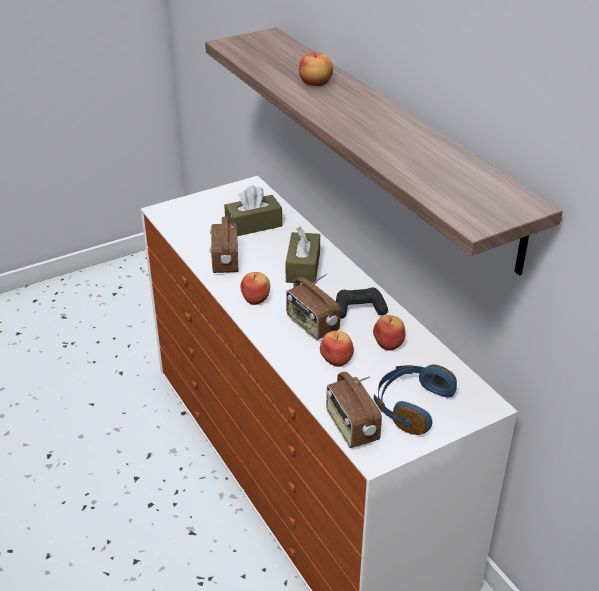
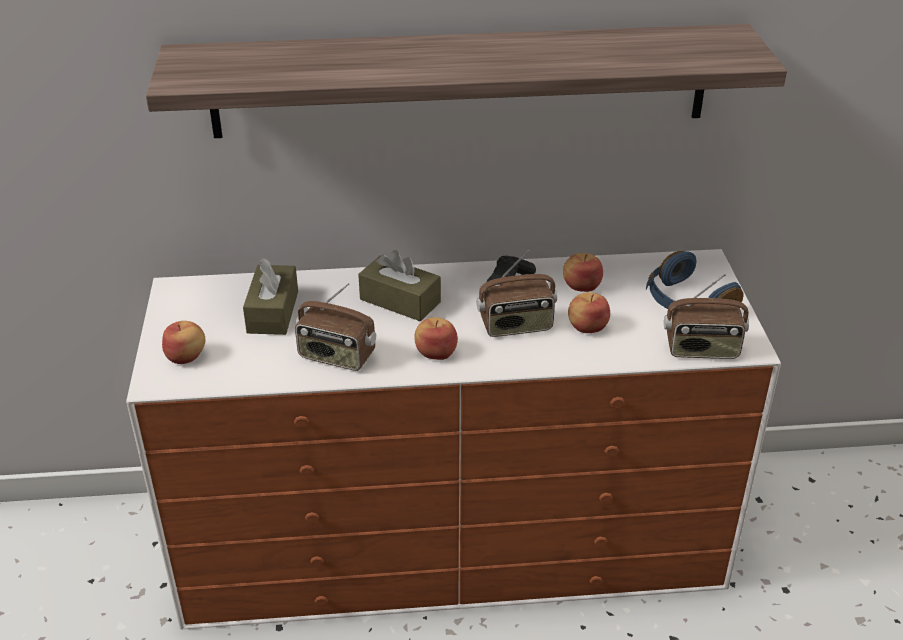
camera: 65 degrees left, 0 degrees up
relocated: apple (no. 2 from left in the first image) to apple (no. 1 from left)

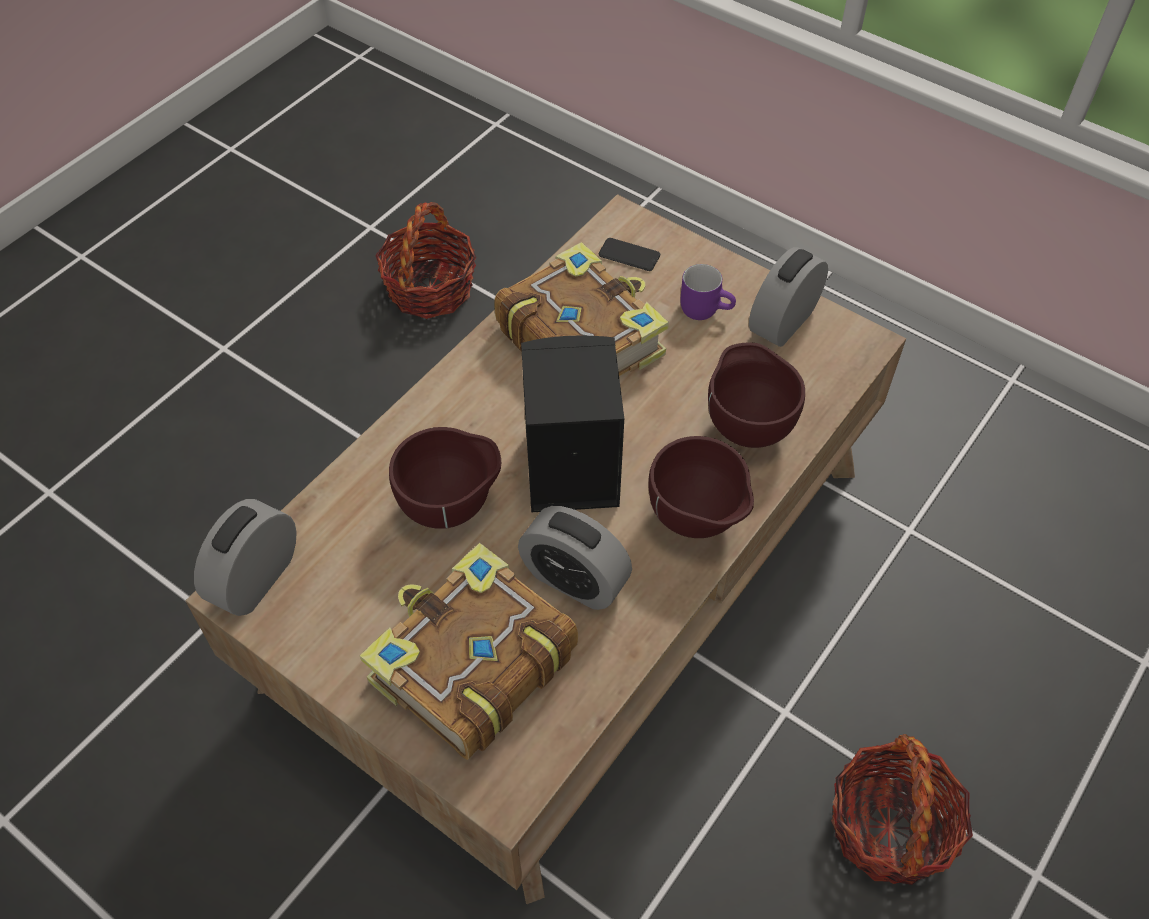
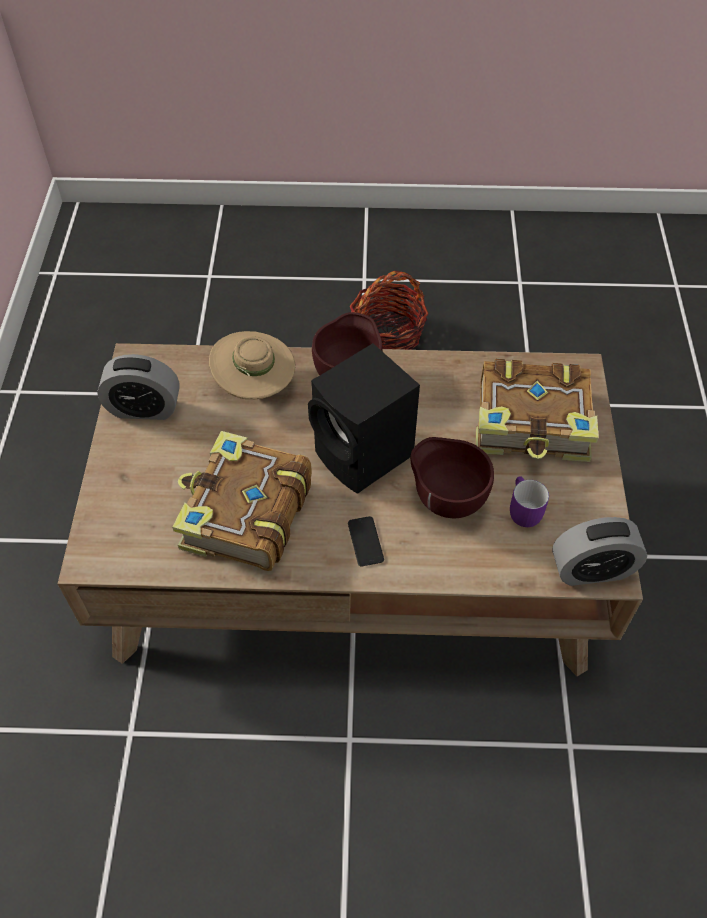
camera: 125 degrees left, 0 degrees up
missing: storage basket (no. 1 from left); table clock (no. 2 from left)
relocated: handset; purplish coffee mug
exchanged: brownish serving bowl (no. 3 from left) to beige wearable hat

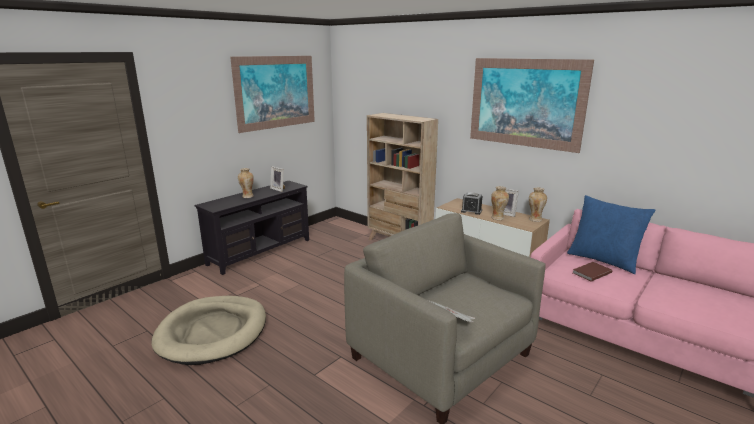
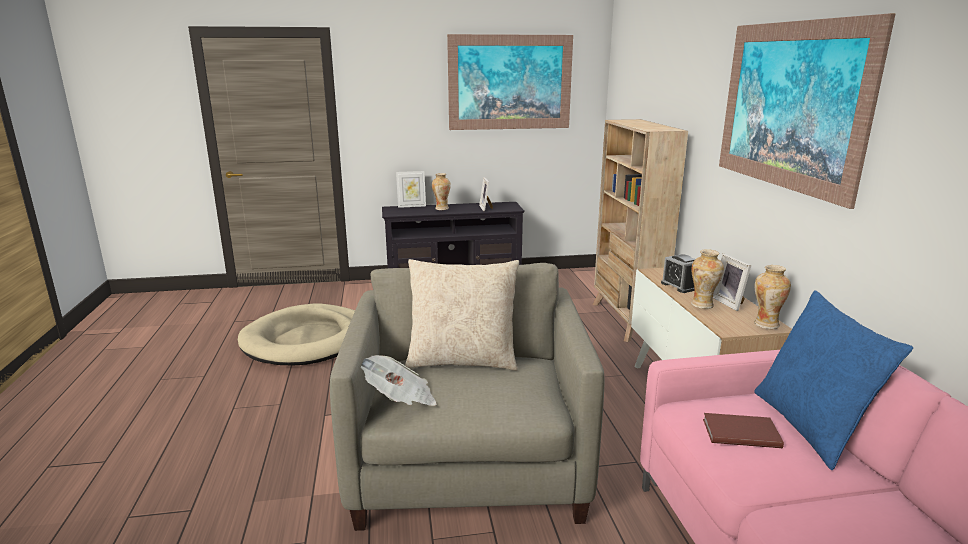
camera: 40 degrees right, 0 degrees up
appeared: standing frame (no. 1 from left); beige pillow

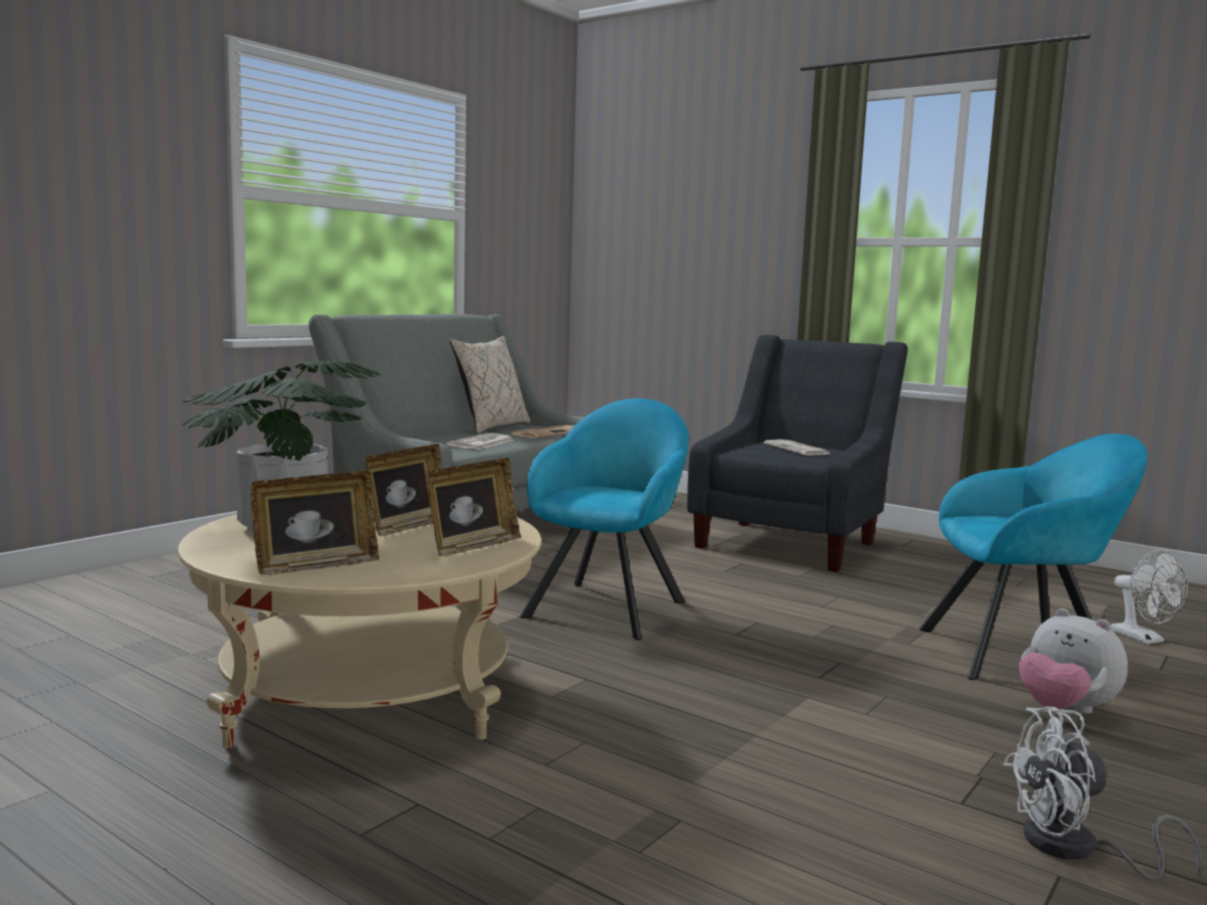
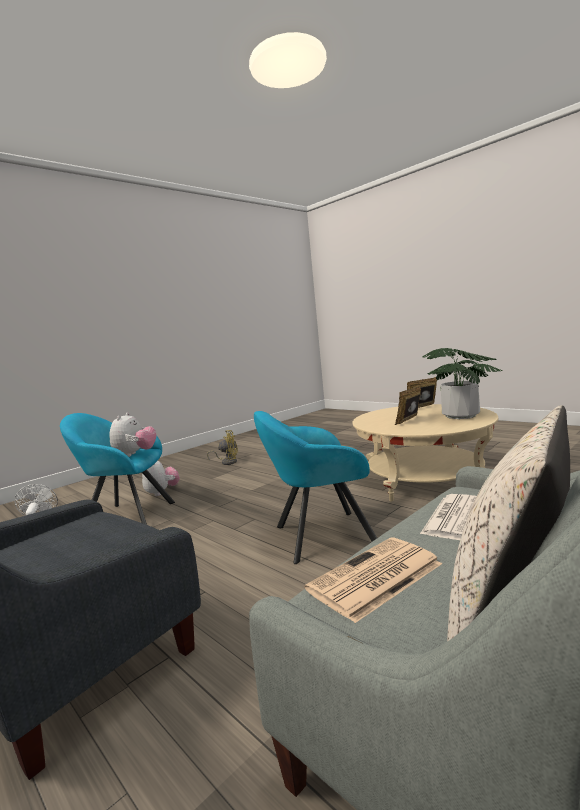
camera: 170 degrees left, 0 degrees up
missing: standing frame (no. 3 from left); newspaper (no. 3 from left)
appeared: plush toy (no. 1 from left)
colour: white-coloured cooling fan (no. 1 from left) to yellow-coloured cooling fan
spun: blue-green armchair (no. 1 from left in the first image) 45 degrees clockwise

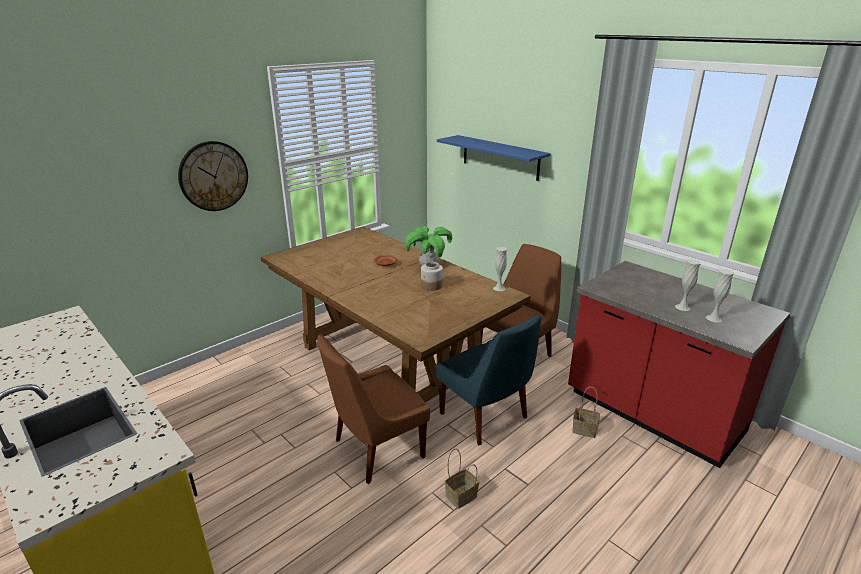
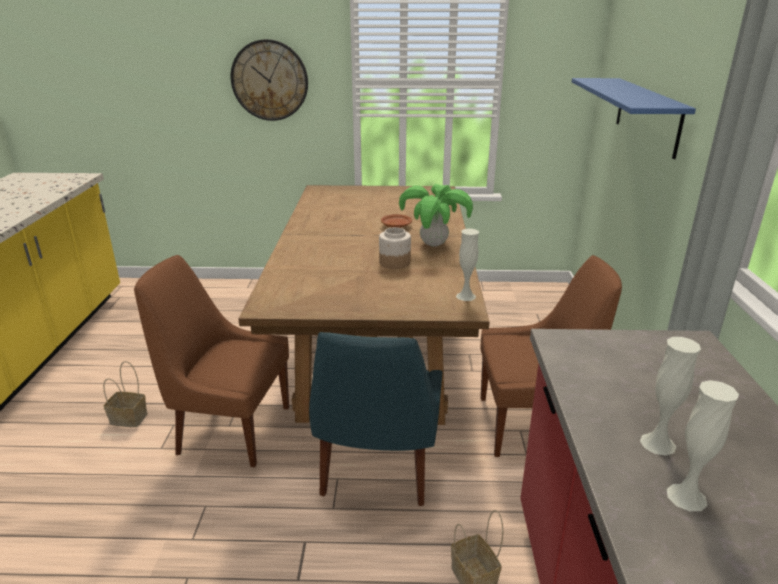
camera: 45 degrees right, 0 degrees up
relocated: storage basket (no. 1 from left)

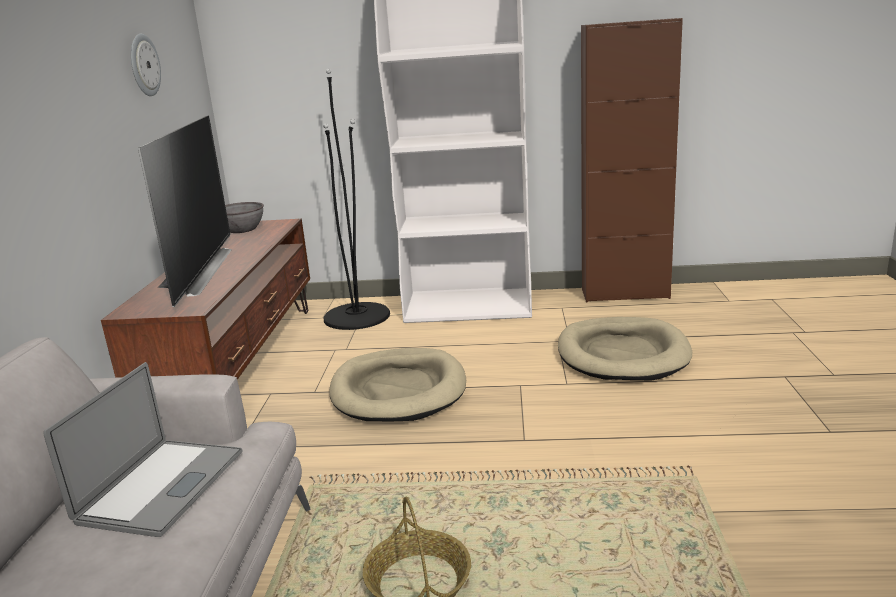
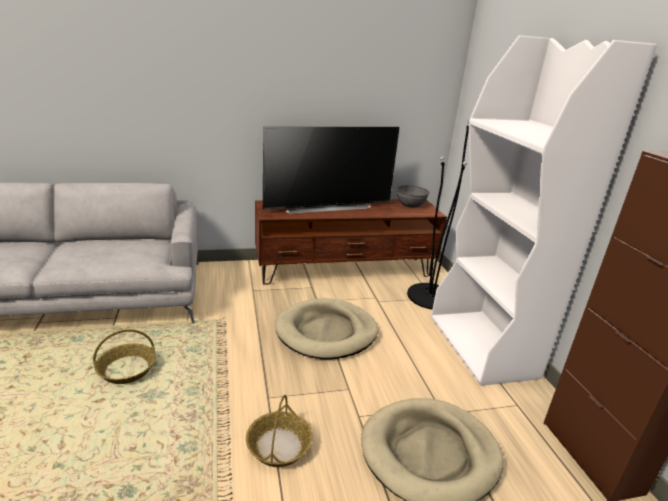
camera: 70 degrees right, 5 degrees up
missing: portable computer; hanging clock
appeared: storage basket (no. 2 from left)

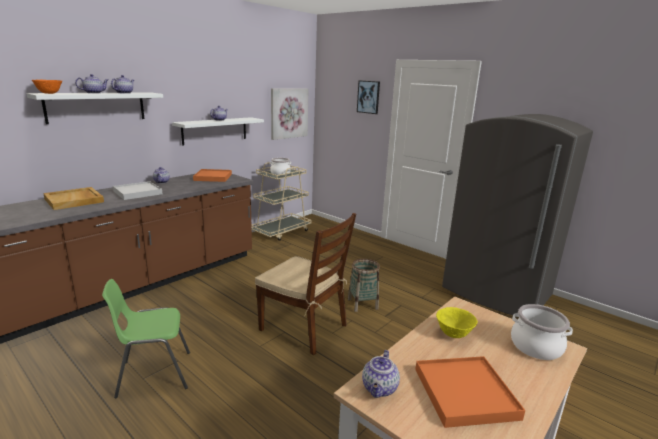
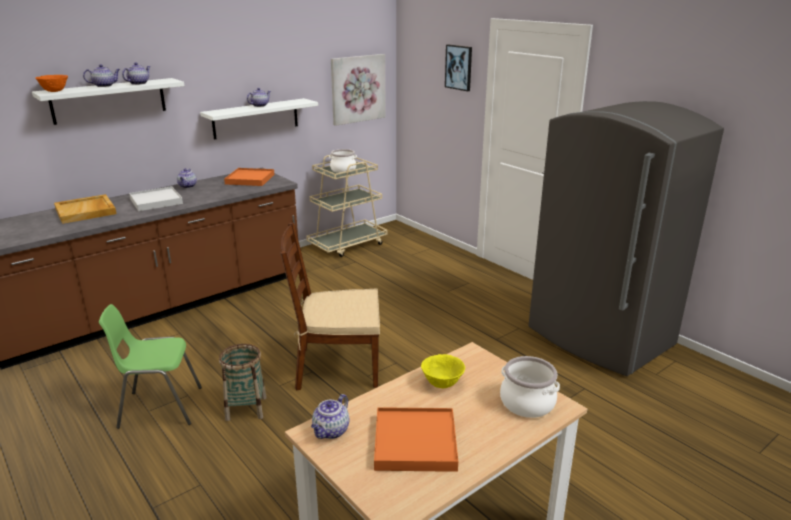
camera: 10 degrees right, 5 degrees up
relocated: storage basket
spun: brownish chair 135 degrees clockwise

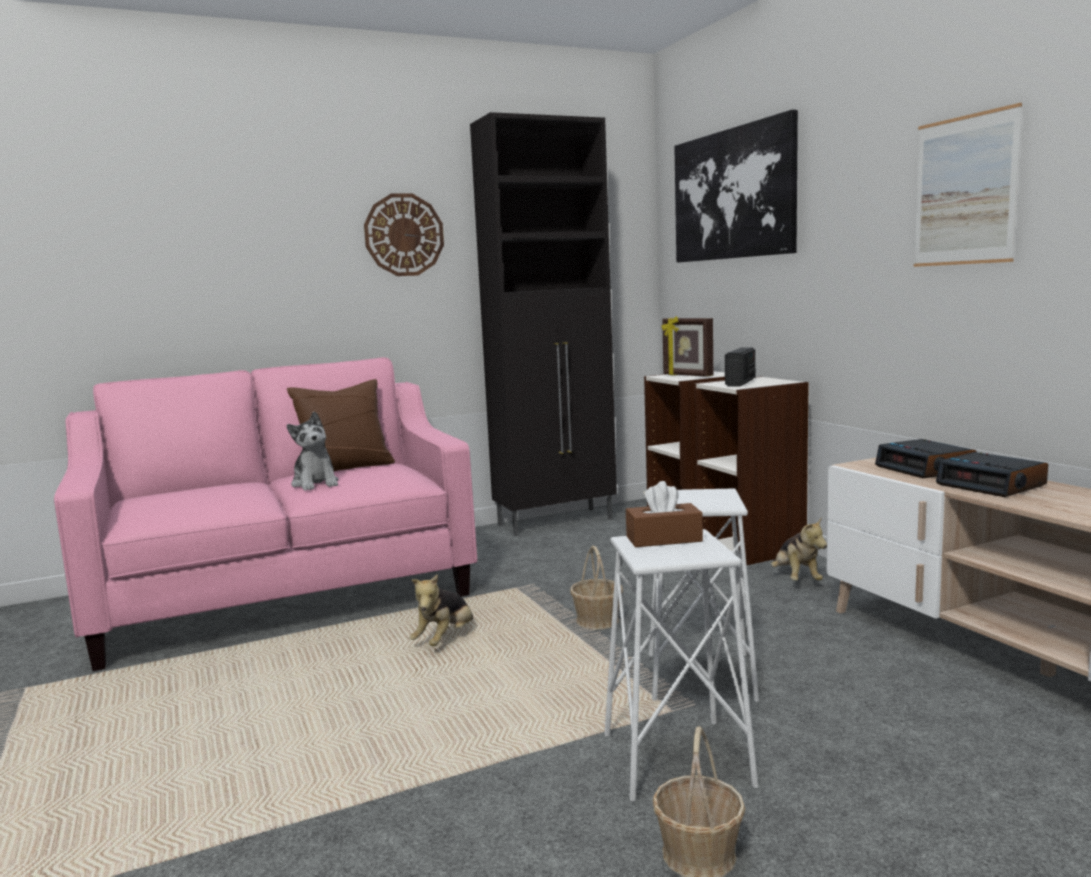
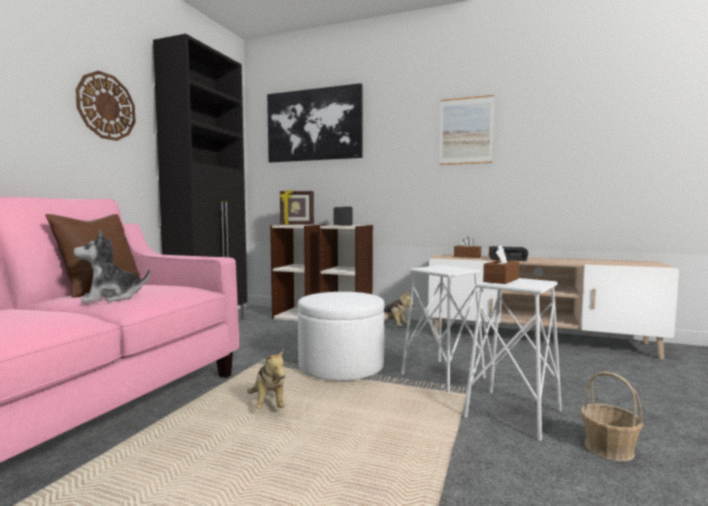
camera: 45 degrees left, 5 degrees down
exchanged: storage basket (no. 1 from left) to white-coloured footrest; table clock (no. 1 from left) to brownish tissue holder (no. 1 from left)
spun: plush toy (no. 1 from left) 135 degrees clockwise

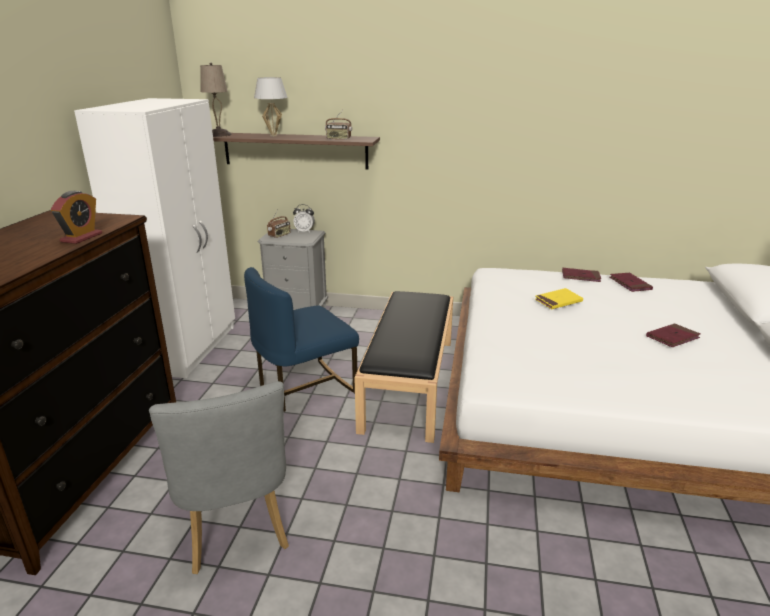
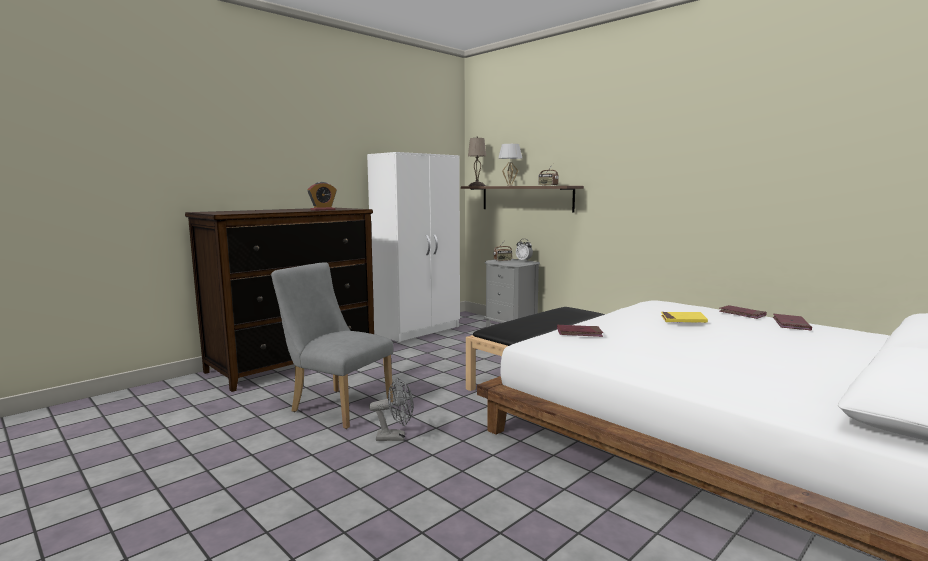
camera: 35 degrees right, 15 degrees down
missing: bluish chair
appeared: grey cooling fan
relocated: reddish bound book (no. 3 from left in the first image) to reddish bound book (no. 1 from left)
spun: grey chair 105 degrees clockwise

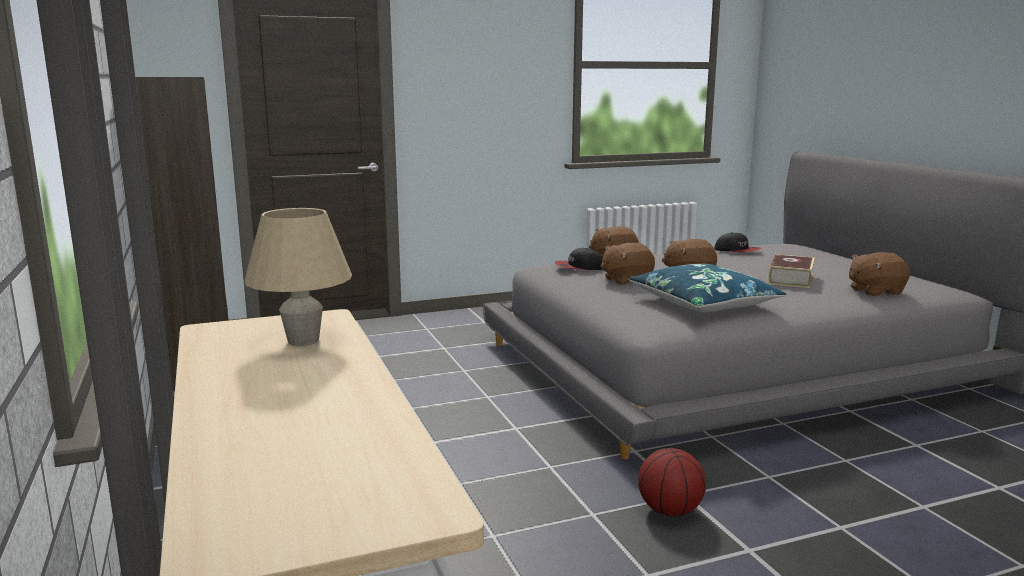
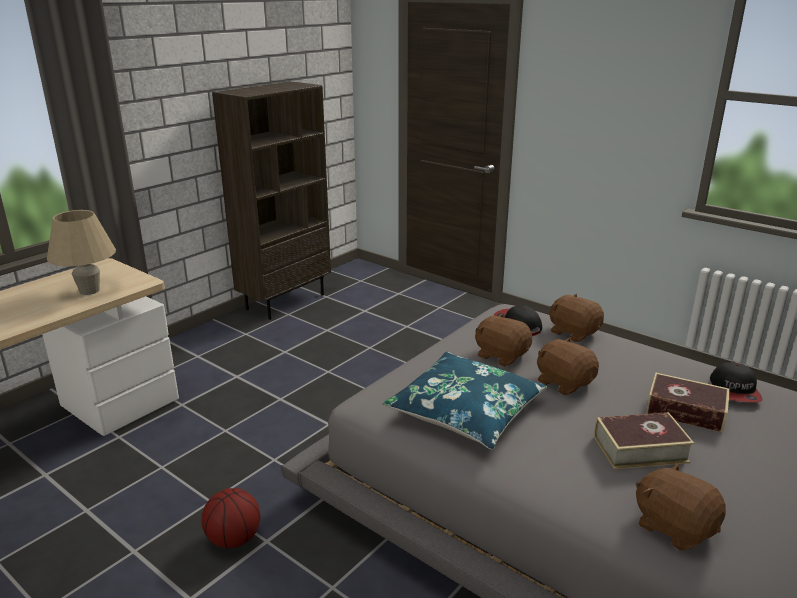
camera: 60 degrees right, 10 degrees up
appeared: bound book (no. 2 from left)

